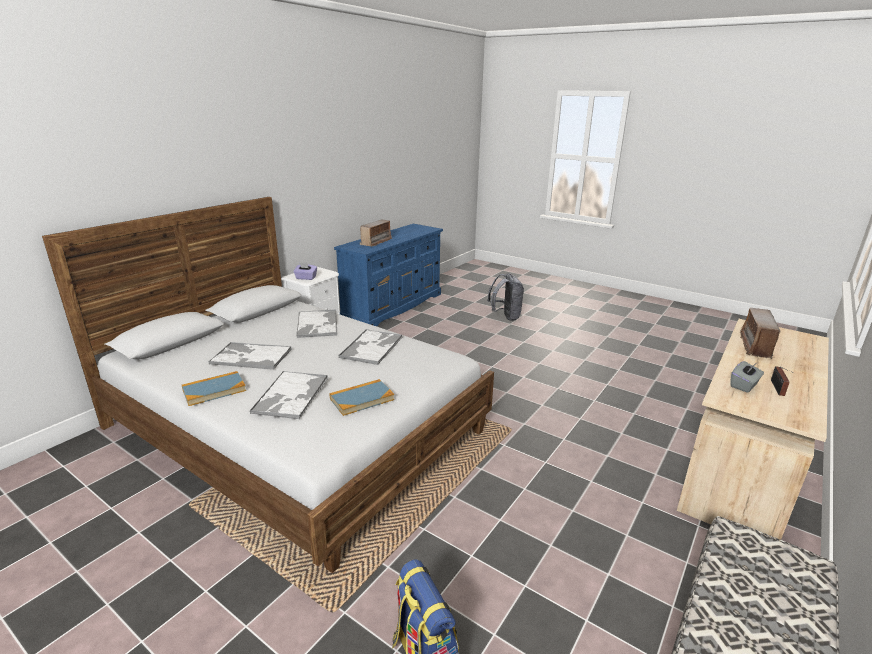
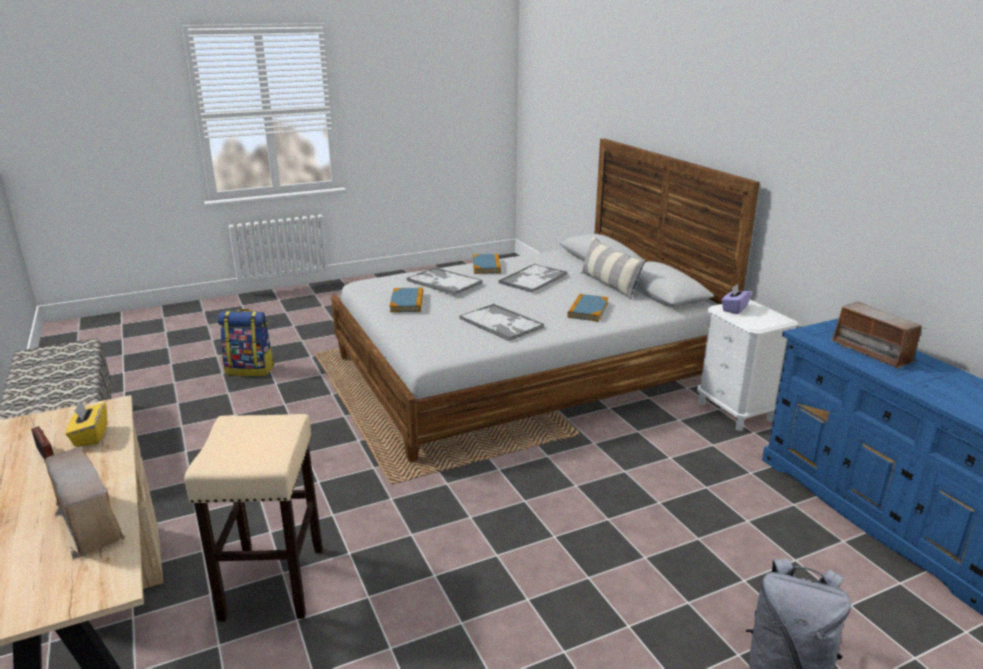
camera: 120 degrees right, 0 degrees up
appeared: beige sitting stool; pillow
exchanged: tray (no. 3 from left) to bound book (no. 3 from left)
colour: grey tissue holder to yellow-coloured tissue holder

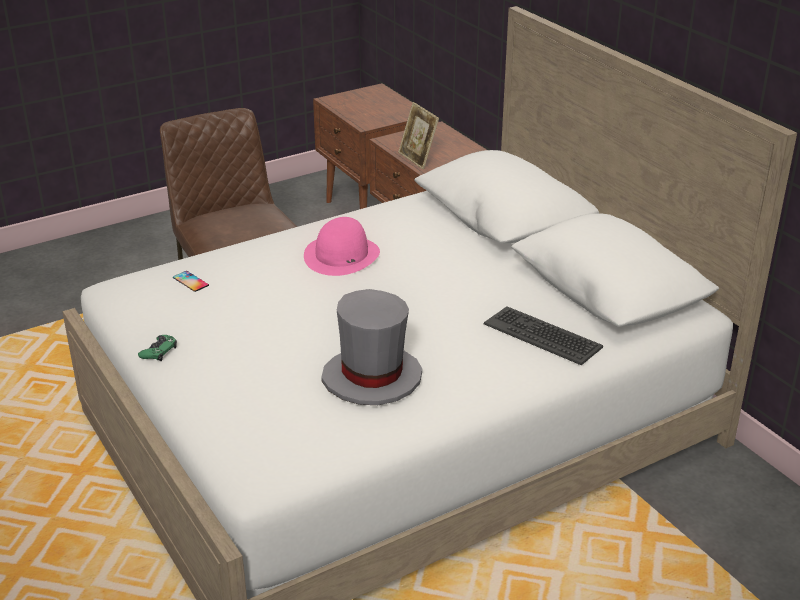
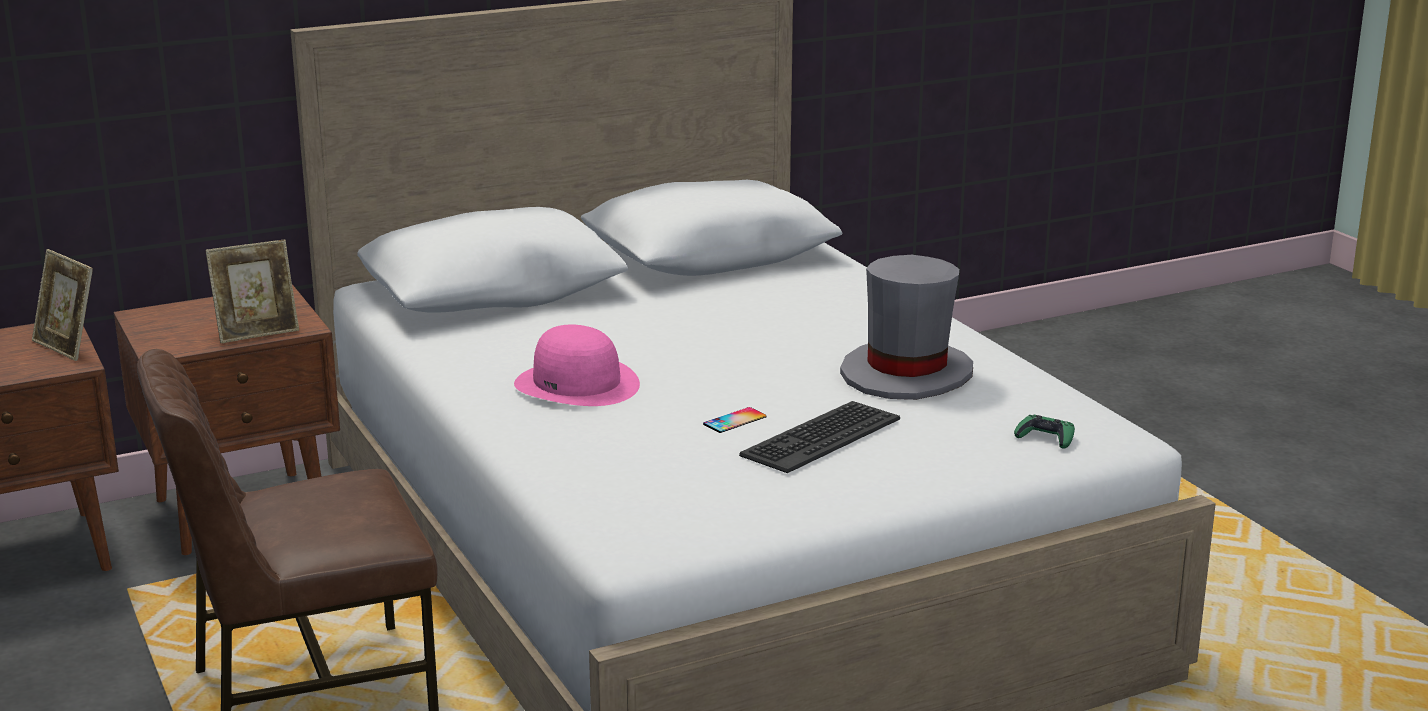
camera: 85 degrees left, 10 degrees down
appeared: standing frame (no. 1 from left)
relocated: green gamepad; handset; keyboard

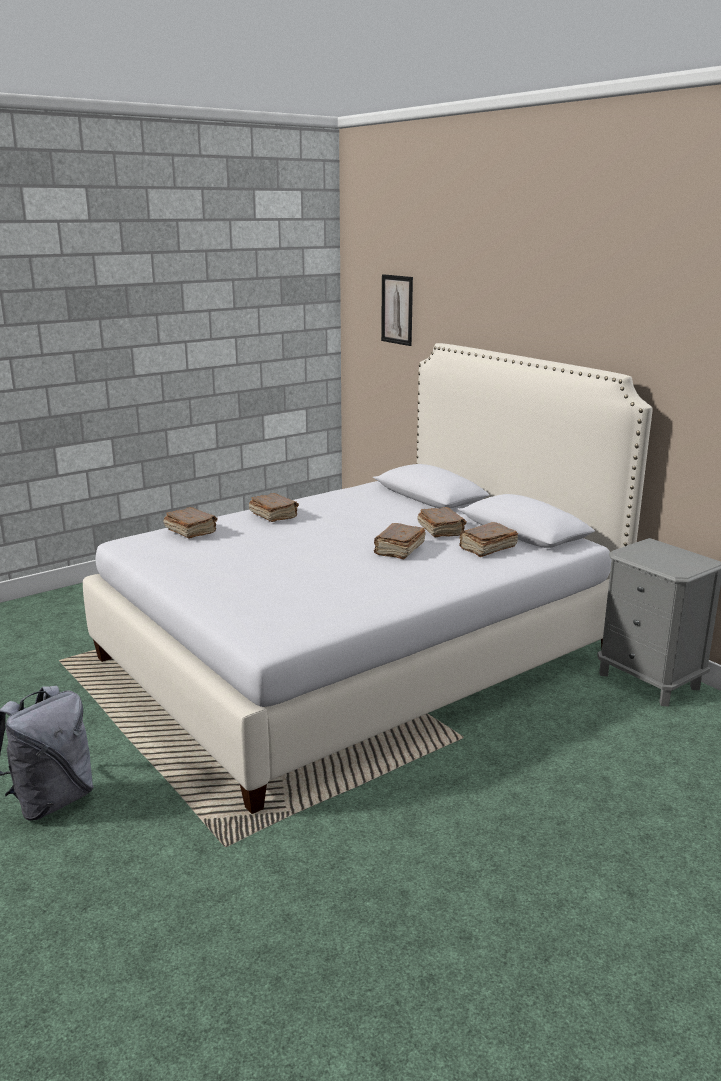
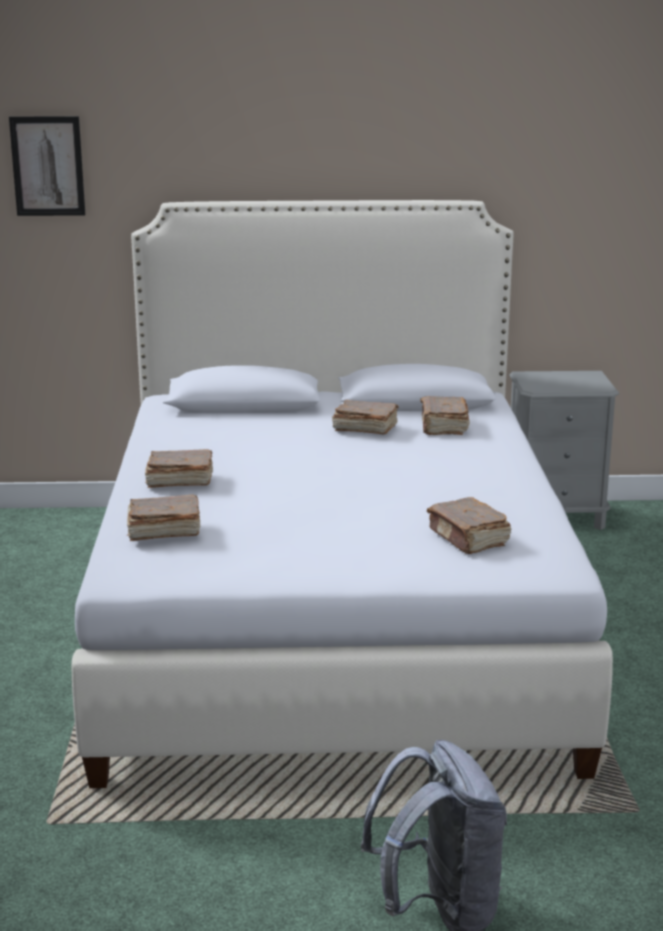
camera: 55 degrees left, 0 degrees up
relocated: brownish bound book (no. 3 from left in the first image) to brownish bound book (no. 5 from left)

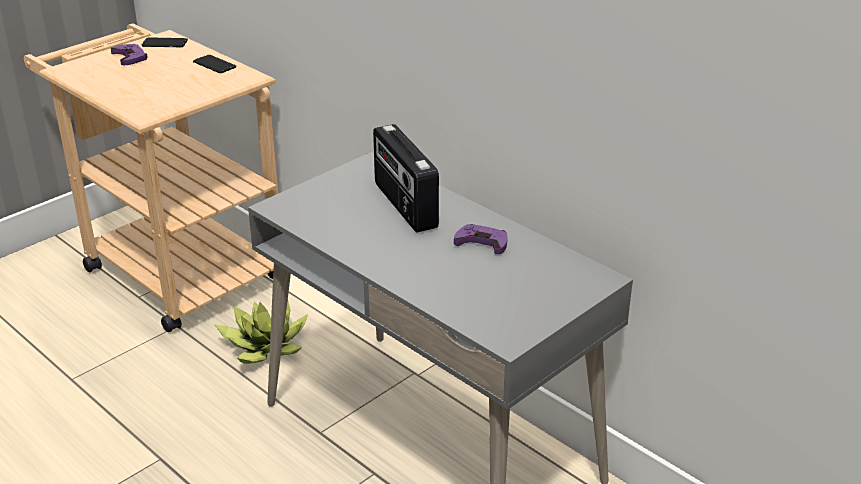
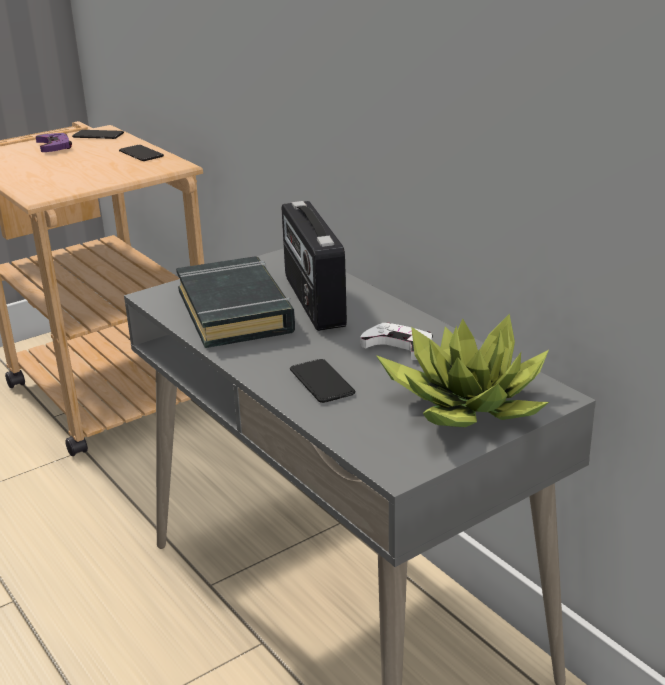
camera: 10 degrees right, 5 degrees down
appeared: blackish bound book; handset (no. 3 from left)
relocated: plant in a pot
colour: purplish gamepad (no. 2 from left) to white-coloured gamepad

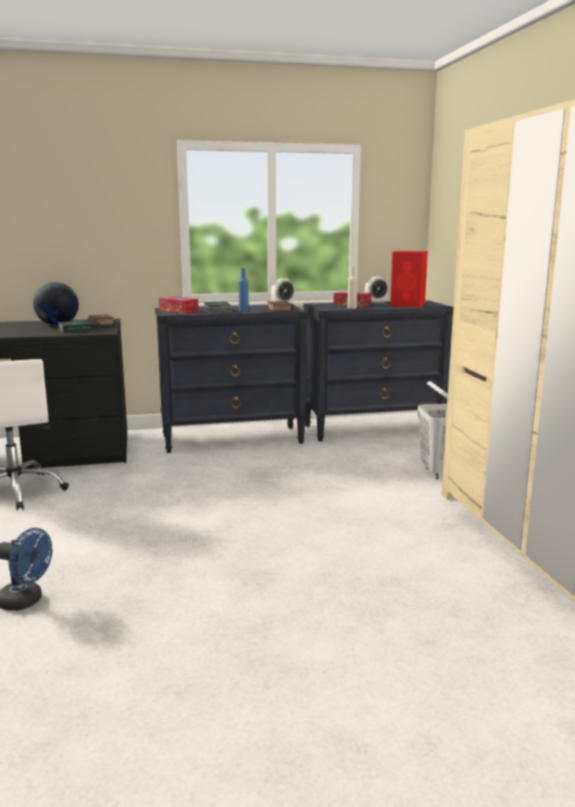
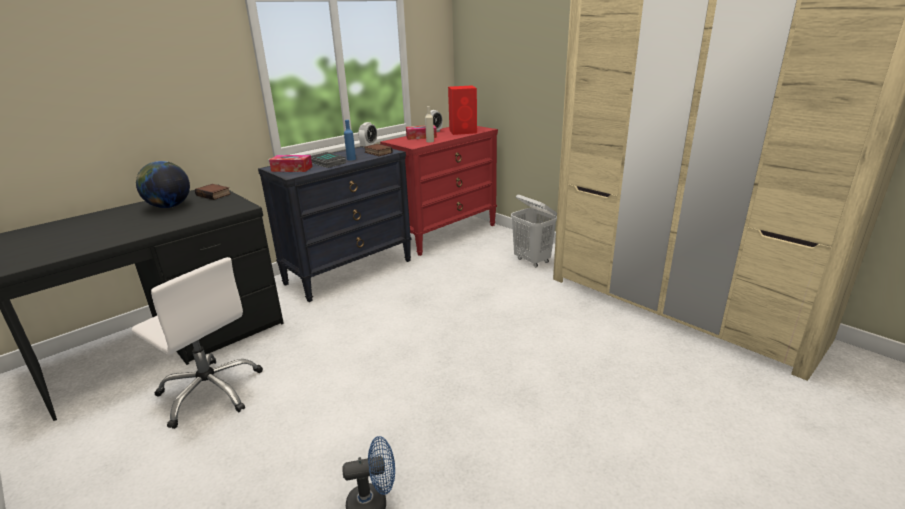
camera: 30 degrees left, 10 degrees up
missing: bound book (no. 1 from left)
colour: blackish chest of drawers (no. 2 from left) to reddish chest of drawers

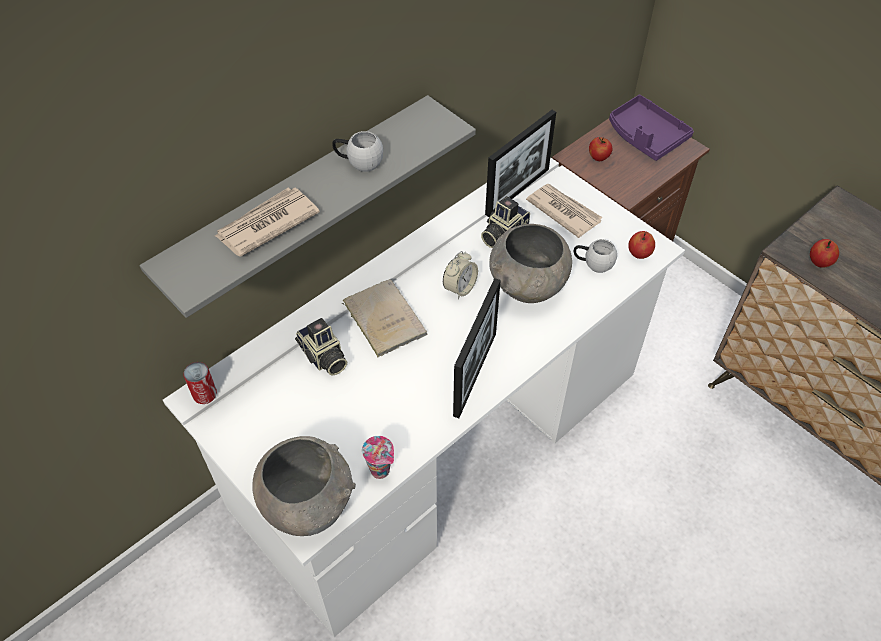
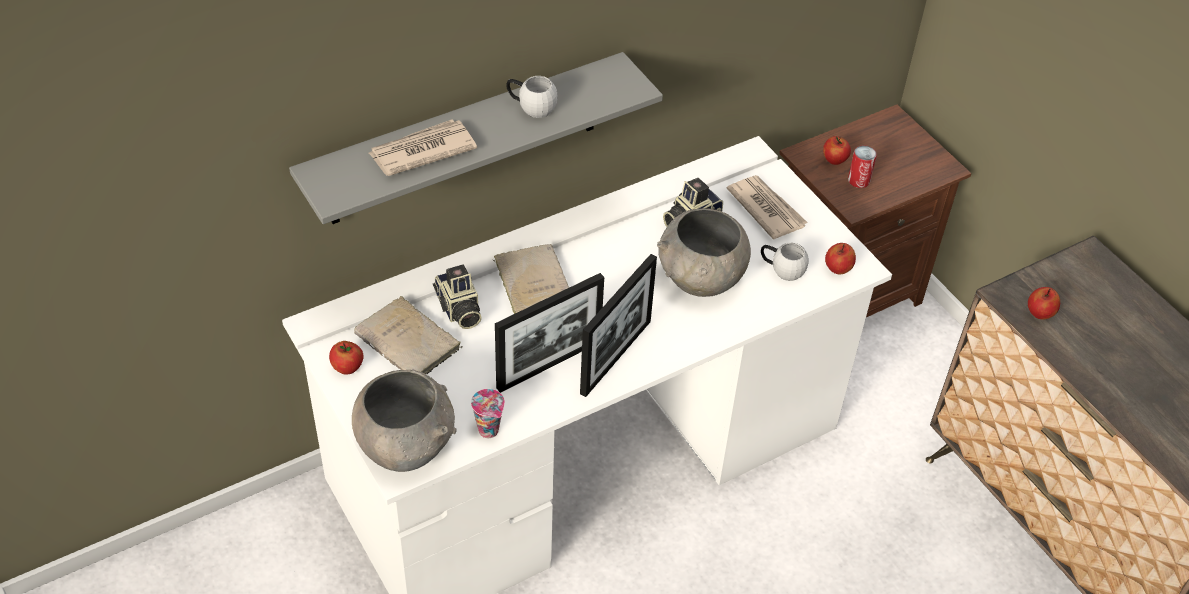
camera: 10 degrees right, 5 degrees down
missing: table clock; purplish tray
appeared: apple (no. 1 from left); beige bound book (no. 1 from left)
relocated: sealed can; standing frame (no. 2 from left in the first image) to standing frame (no. 1 from left)

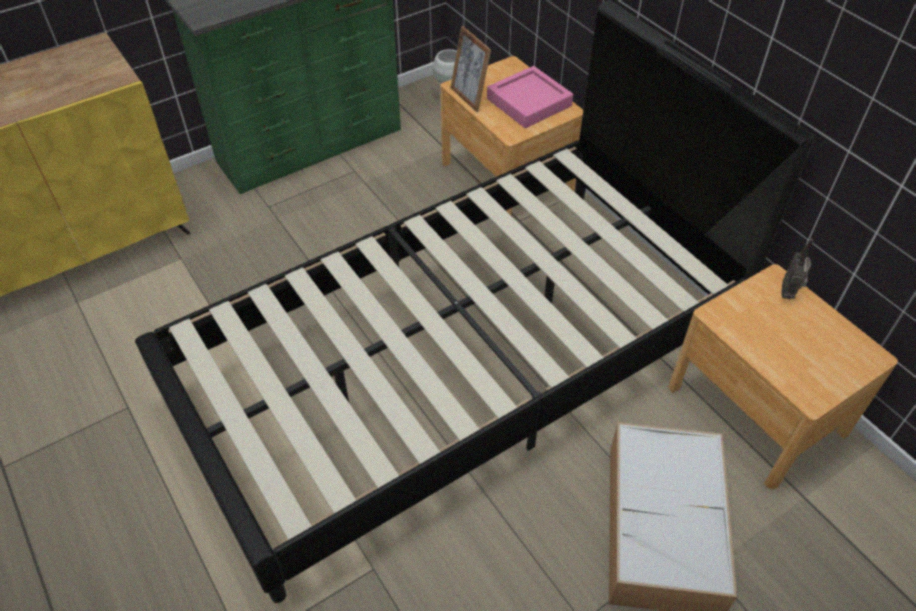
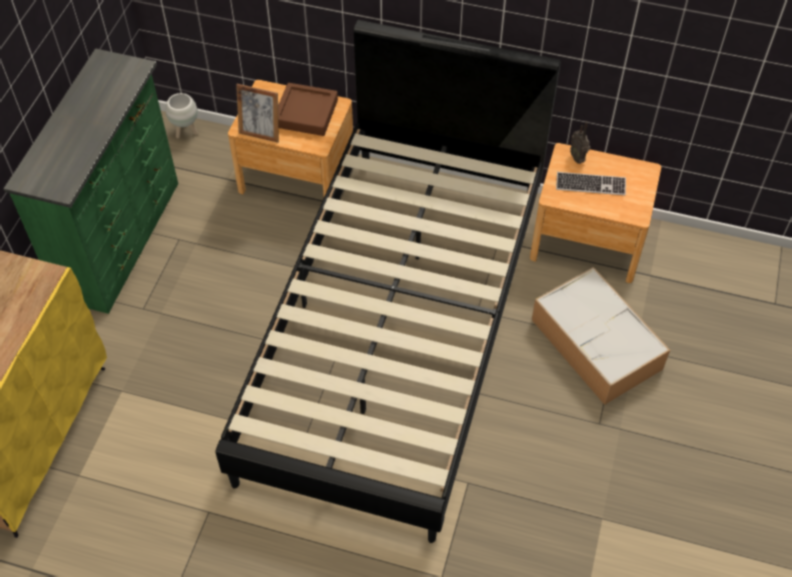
camera: 40 degrees left, 5 degrees up
appeared: keyboard
colour: pink-coloured tray to brownish tray

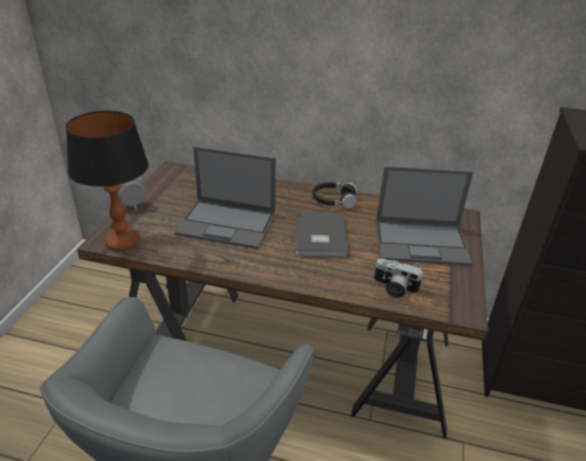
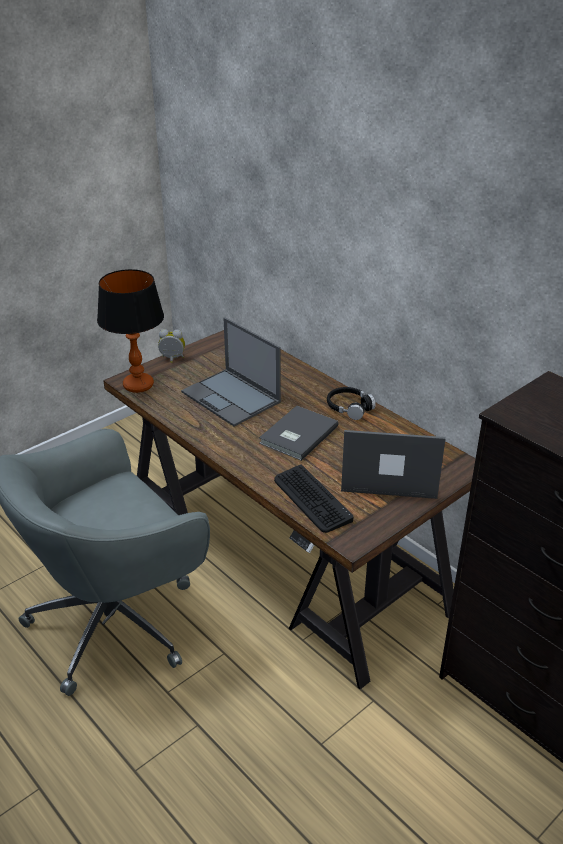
camera: 35 degrees right, 0 degrees up
exchanged: still camera to keyboard
spun: portable computer (no. 2 from left) 150 degrees clockwise

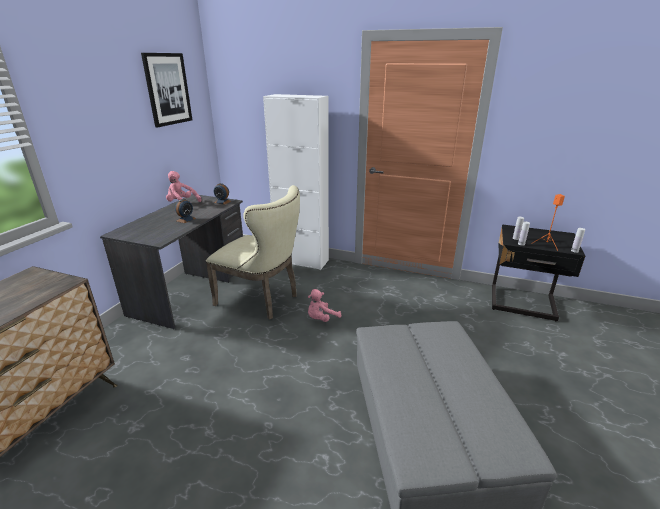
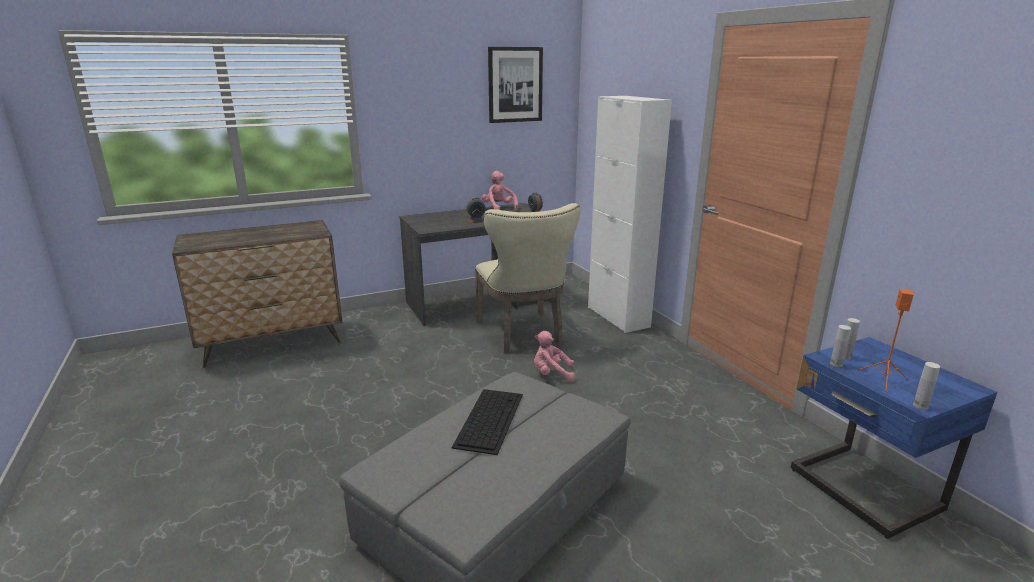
camera: 45 degrees right, 5 degrees down
appeared: keyboard
colour: blackish bedside table to bluish bedside table

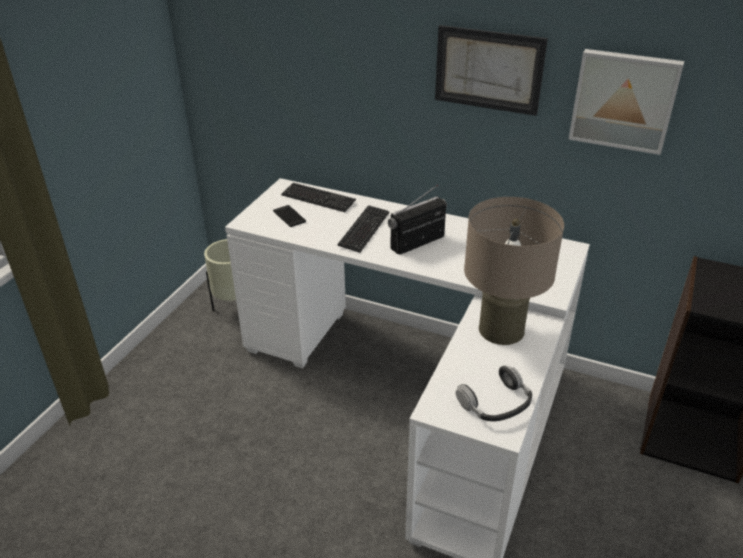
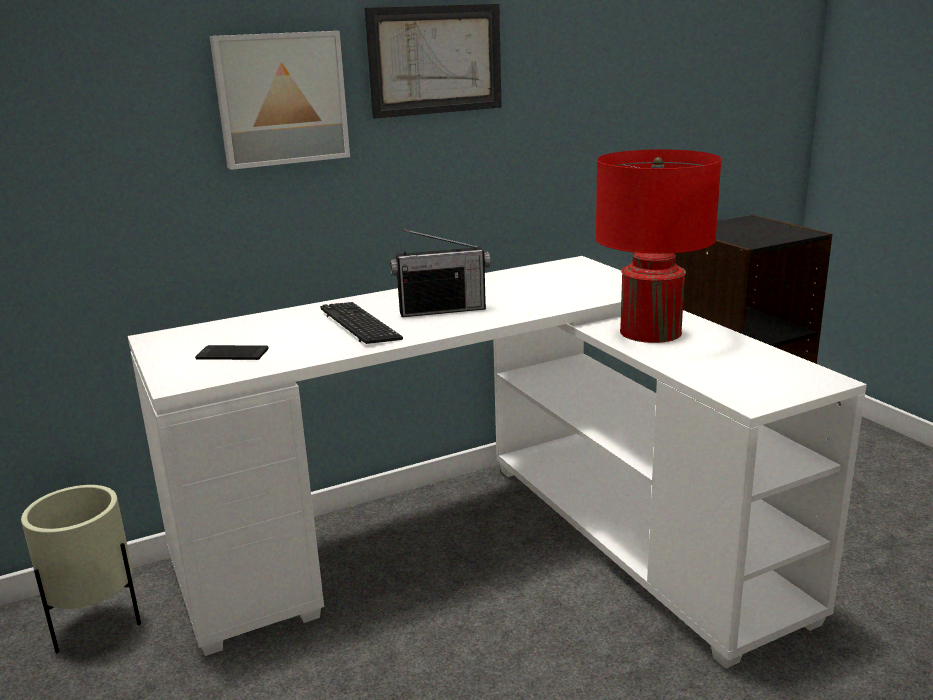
camera: 50 degrees left, 15 degrees down
missing: keyboard (no. 1 from left); pair of headphones
relocated: wall art (no. 2 from left in the first image) to wall art (no. 1 from left)
colour: beige tabletop lamp to reddish tabletop lamp
spun: radio 105 degrees counterclockwise

